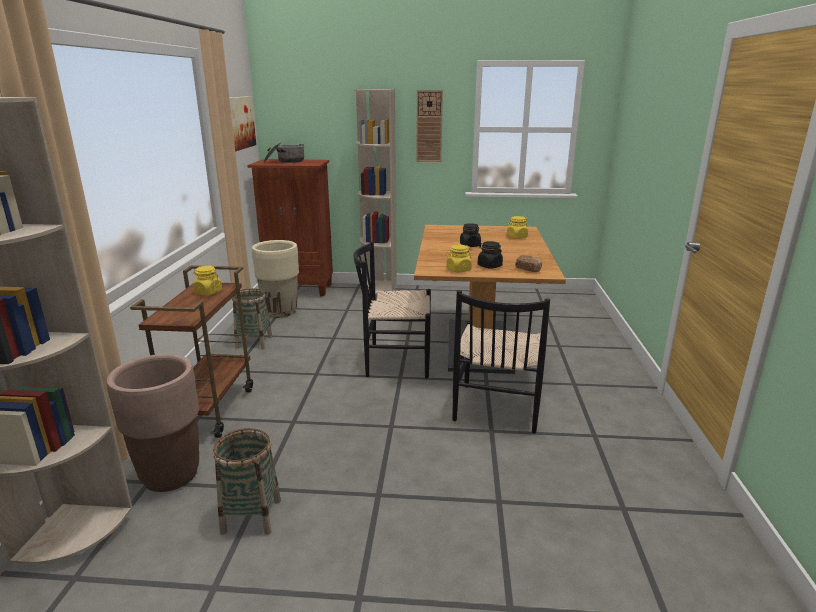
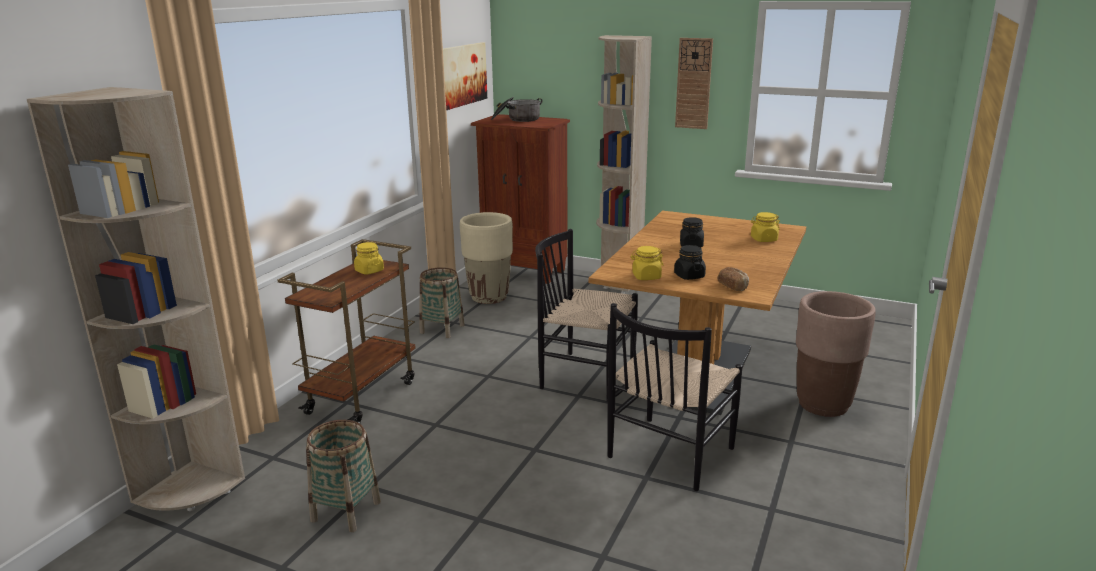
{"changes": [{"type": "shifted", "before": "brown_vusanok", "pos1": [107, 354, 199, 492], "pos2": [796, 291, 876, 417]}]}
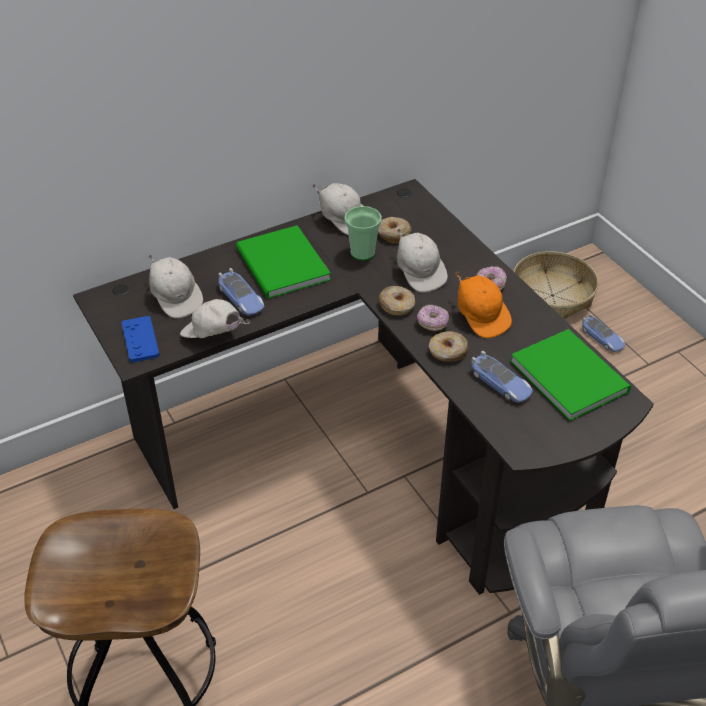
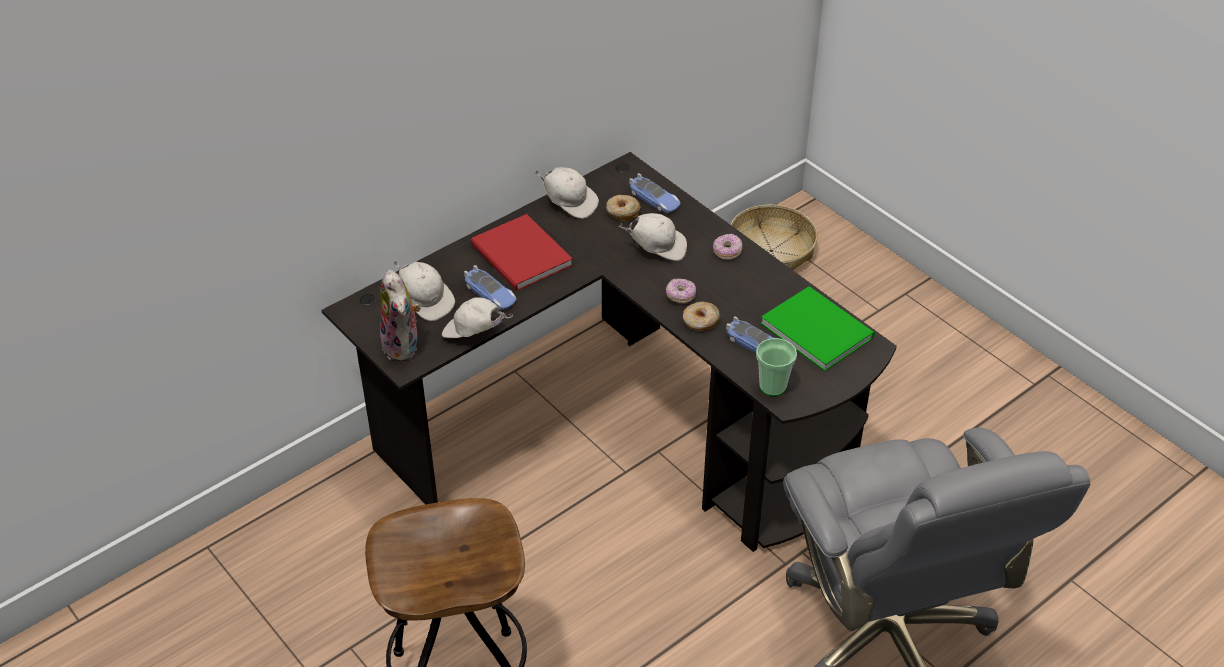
{"changes": [{"type": "shifted", "before": "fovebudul", "pos1": [344, 206, 382, 260], "pos2": [756, 338, 797, 396]}, {"type": "repainted", "before": "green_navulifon", "after": "red_navulifon", "pos1": [236, 225, 331, 299], "pos2": [471, 214, 573, 291]}, {"type": "rotated", "before": "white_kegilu", "pos1": [397, 229, 448, 293], "pos2": [619, 213, 687, 261], "turn": -45}, {"type": "gone", "before": "orange_kegilu", "pos1": [455, 271, 512, 338]}, {"type": "gone", "before": "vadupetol", "pos1": [379, 286, 415, 315]}, {"type": "shifted", "before": "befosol", "pos1": [582, 314, 625, 352], "pos2": [629, 173, 681, 213]}, {"type": "swapped", "before": "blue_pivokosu", "after": "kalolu", "pos1": [122, 316, 160, 363], "pos2": [380, 270, 421, 361]}]}
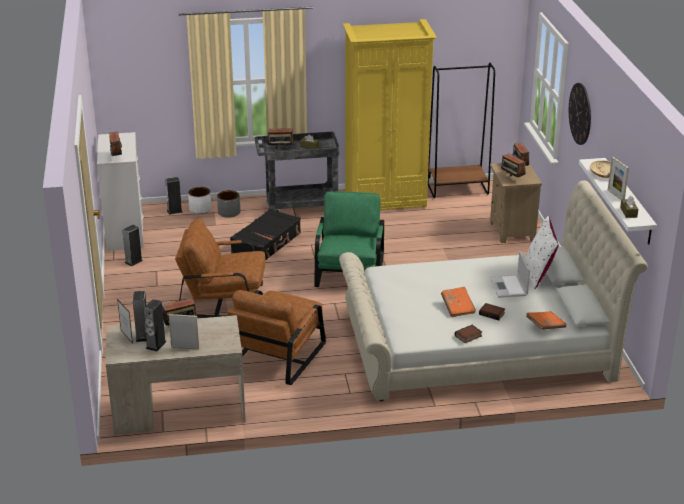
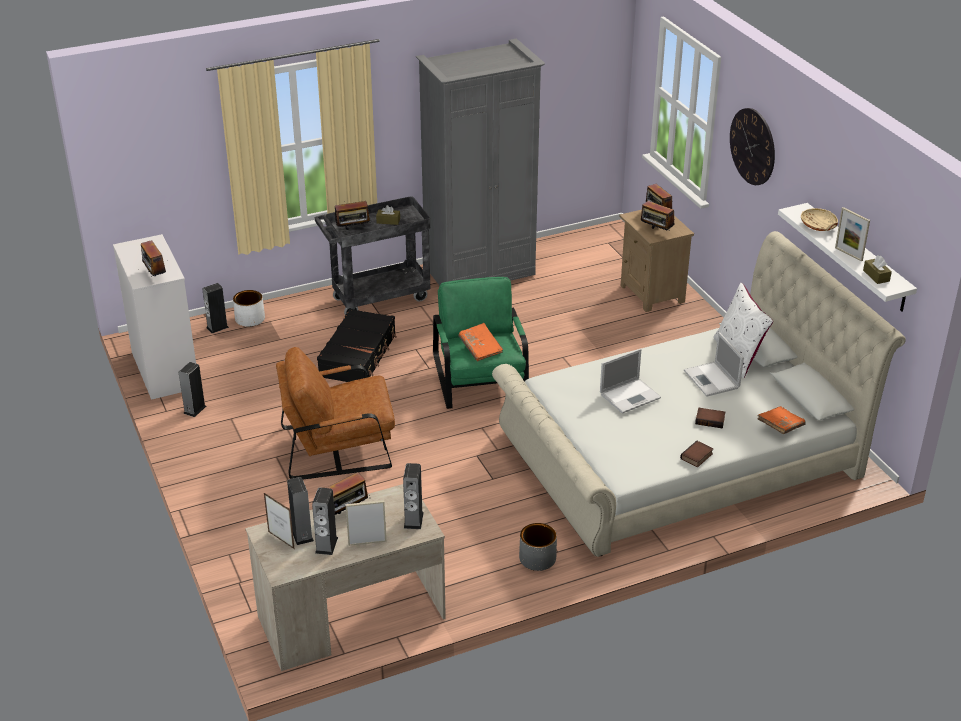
{"changes": [{"type": "repainted", "before": "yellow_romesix", "after": "grey_romesix", "pos1": [343, 19, 437, 210], "pos2": [416, 39, 545, 286]}, {"type": "gone", "before": "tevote", "pos1": [428, 63, 495, 198]}, {"type": "shifted", "before": "grey_vusanok", "pos1": [217, 190, 240, 218], "pos2": [519, 523, 557, 571]}, {"type": "shifted", "before": "orange_navulifon", "pos1": [441, 287, 476, 317], "pos2": [458, 323, 503, 361]}, {"type": "gone", "before": "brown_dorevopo", "pos1": [228, 290, 326, 385]}, {"type": "new", "after": "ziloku", "pos2": [600, 349, 661, 414]}, {"type": "new", "after": "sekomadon", "pos2": [403, 463, 424, 529]}]}
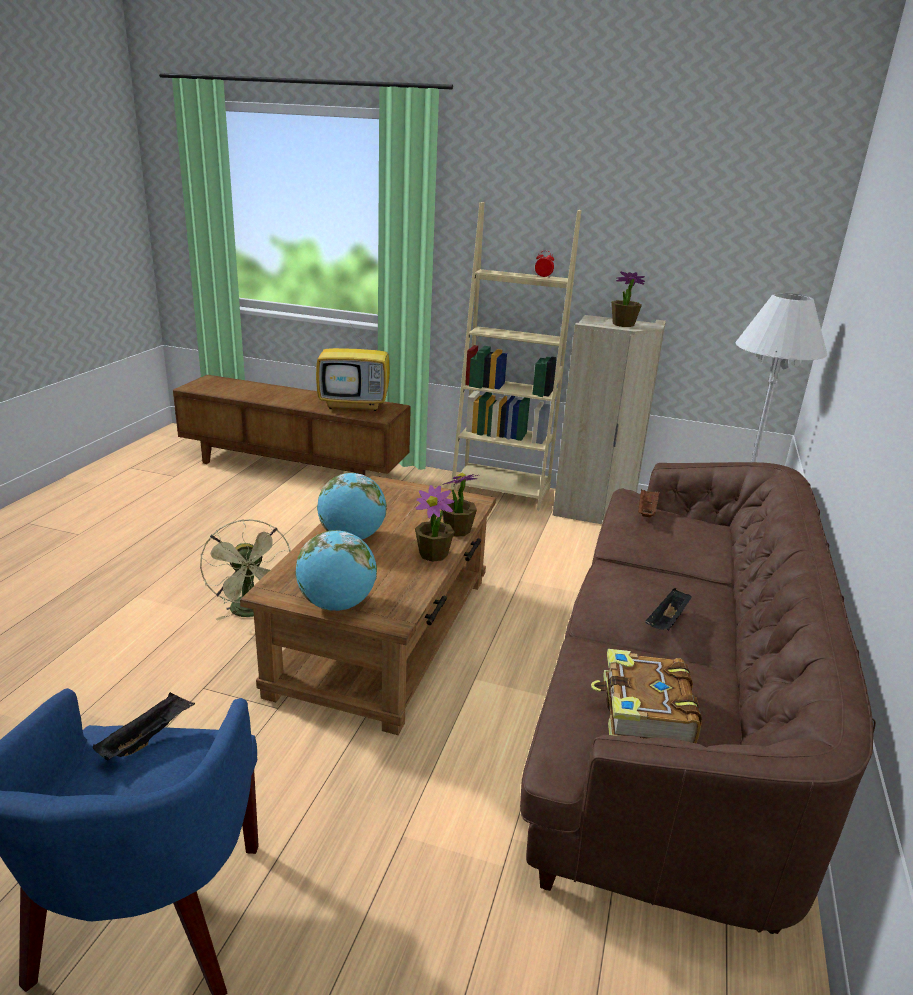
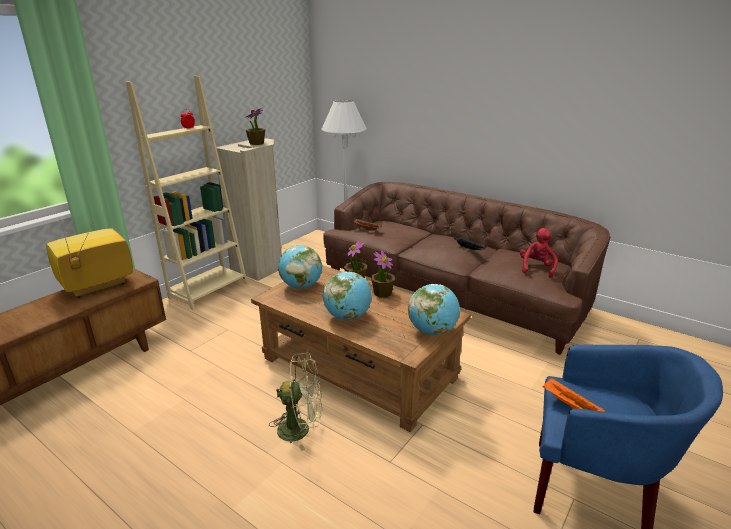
{"changes": [{"type": "rotated", "before": "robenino", "pos1": [316, 319, 390, 411], "pos2": [46, 217, 133, 298], "turn": -150}, {"type": "swapped", "before": "navulifon", "after": "red_kalolu", "pos1": [591, 649, 702, 744], "pos2": [520, 228, 558, 278]}, {"type": "repainted", "before": "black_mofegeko", "after": "orange_mofegeko", "pos1": [93, 692, 195, 761], "pos2": [542, 378, 605, 412]}, {"type": "new", "after": "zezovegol", "pos2": [278, 245, 322, 289]}]}
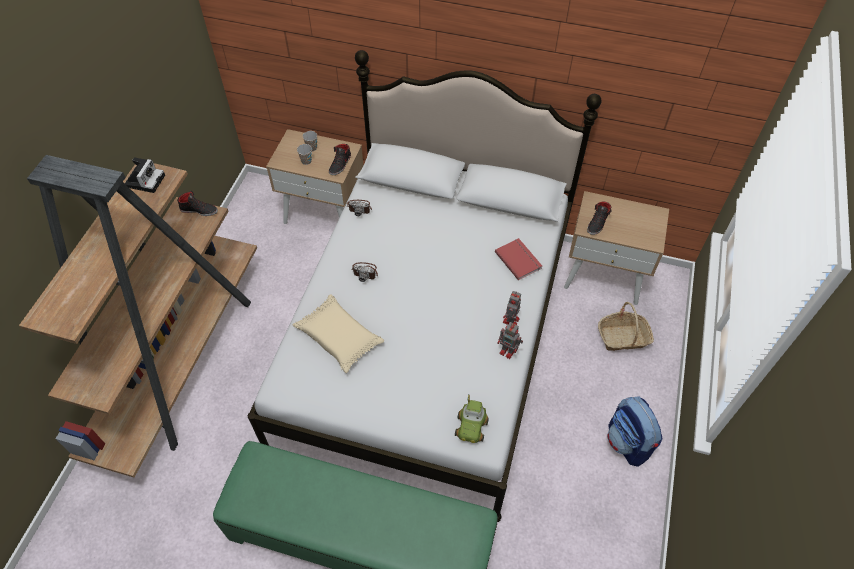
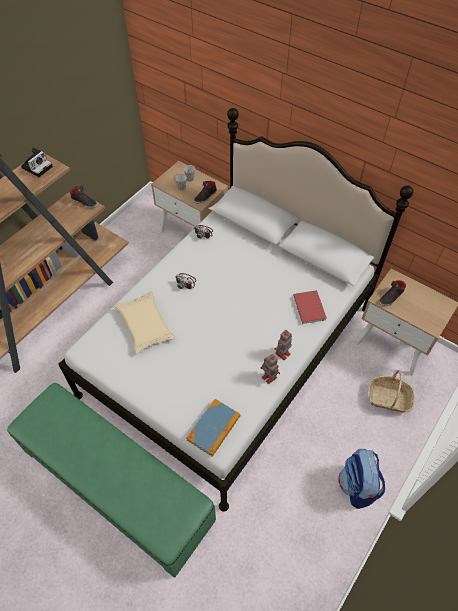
{"changes": [{"type": "swapped", "before": "befosol", "after": "navulifon", "pos1": [455, 394, 489, 443], "pos2": [187, 399, 241, 457]}]}
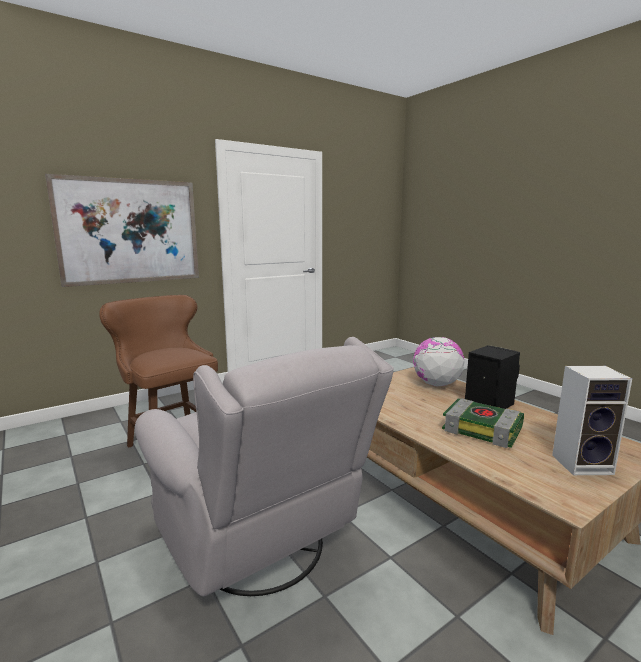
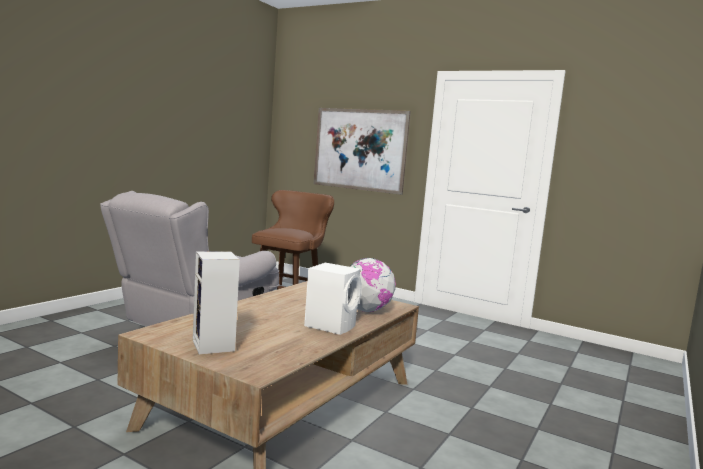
{"changes": [{"type": "repainted", "before": "black_sekomadon", "after": "white_sekomadon", "pos1": [465, 345, 520, 409], "pos2": [304, 263, 362, 335]}, {"type": "gone", "before": "navulifon", "pos1": [442, 398, 524, 448]}]}
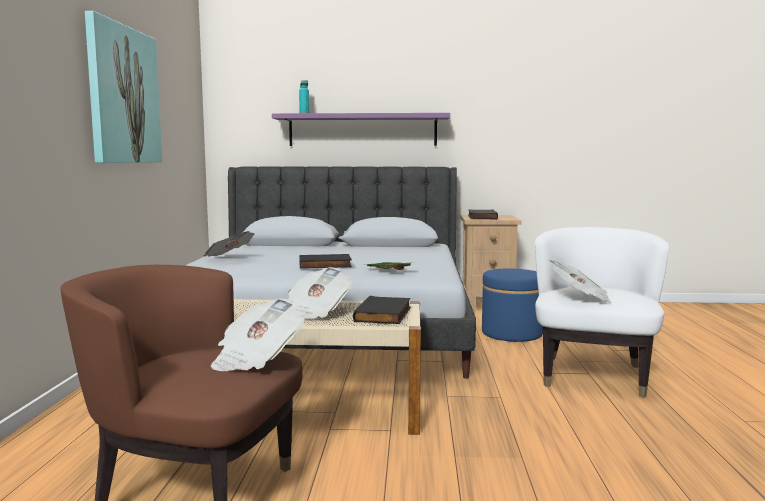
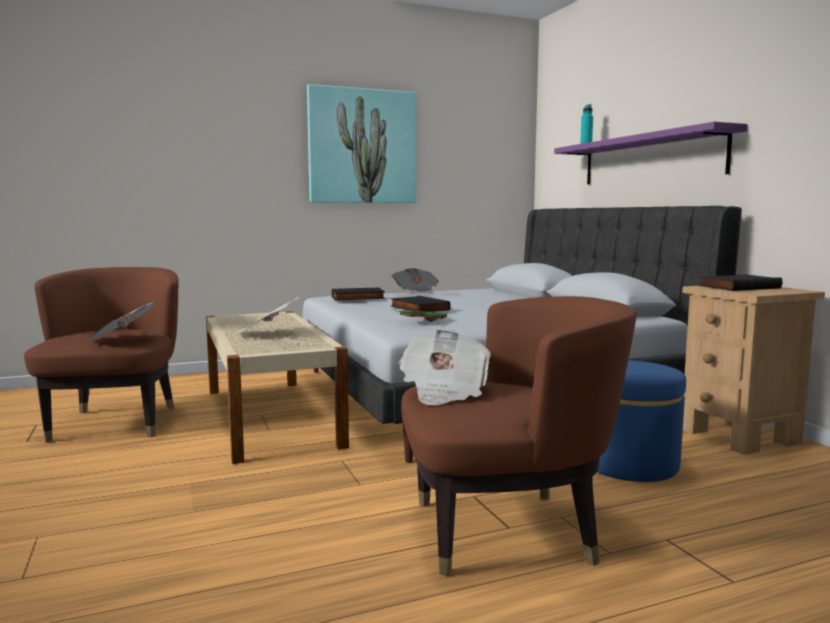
{"changes": [{"type": "repainted", "before": "white_dorevopo", "after": "brown_dorevopo", "pos1": [535, 227, 669, 398], "pos2": [401, 296, 637, 576]}, {"type": "shifted", "before": "black_navulifon", "pos1": [353, 296, 411, 324], "pos2": [332, 288, 385, 300]}]}
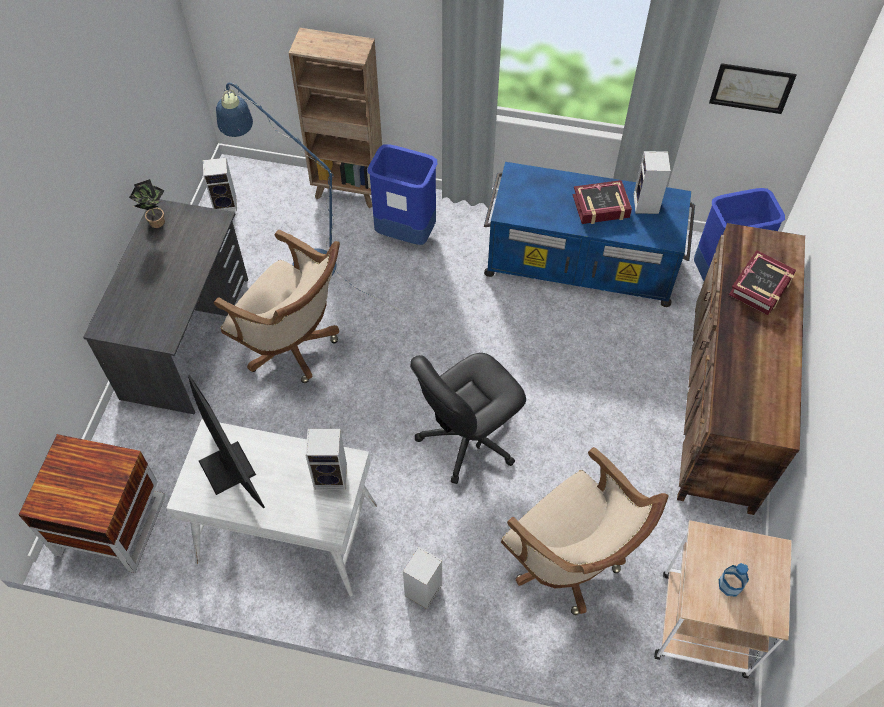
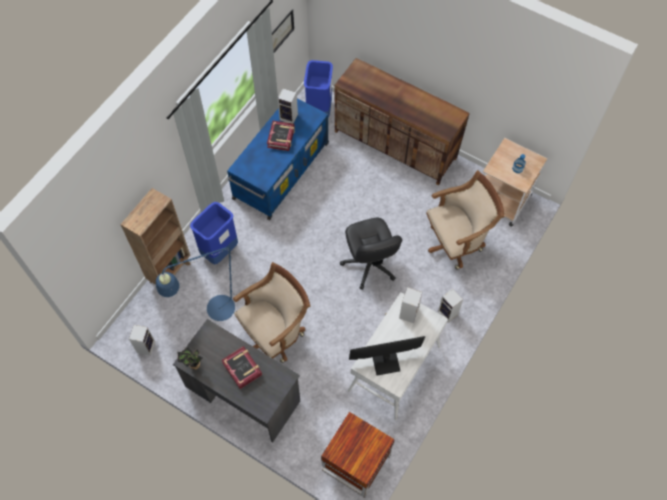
{"changes": [{"type": "shifted", "before": "navulifon", "pos1": [729, 250, 796, 315], "pos2": [222, 346, 262, 389]}]}
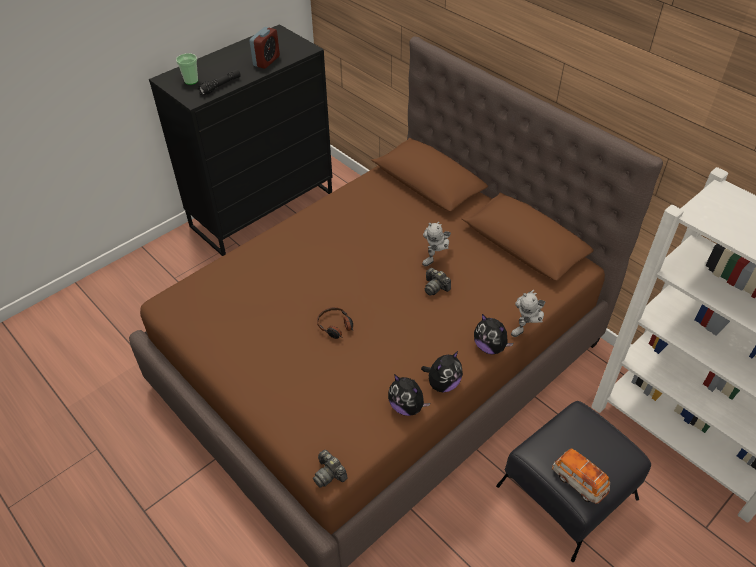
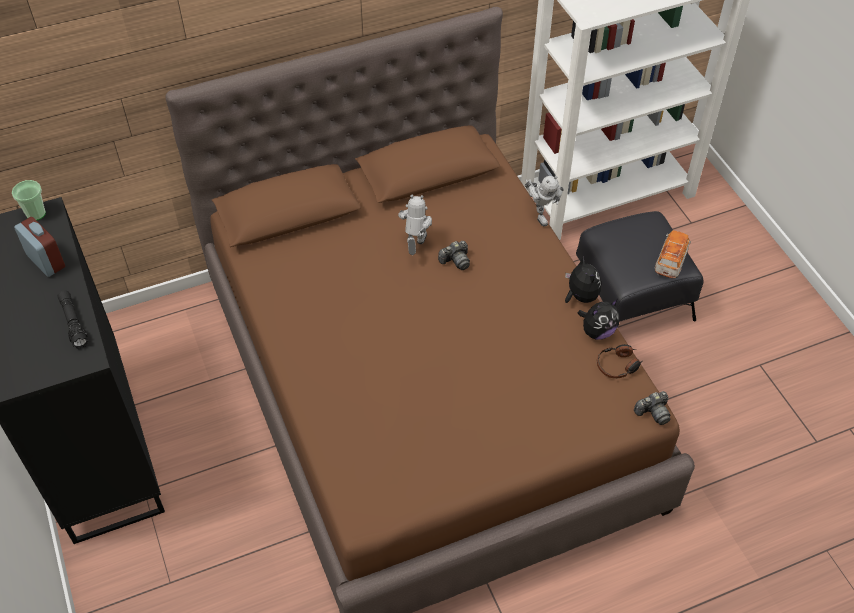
{"changes": [{"type": "shifted", "before": "fovebudul", "pos1": [176, 53, 198, 85], "pos2": [12, 180, 46, 220]}, {"type": "rotated", "before": "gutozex", "pos1": [422, 222, 451, 266], "pos2": [398, 194, 432, 255], "turn": -135}, {"type": "shifted", "before": "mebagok", "pos1": [317, 307, 353, 339], "pos2": [597, 344, 643, 379]}, {"type": "gone", "before": "kalolu", "pos1": [474, 314, 514, 354]}, {"type": "rotated", "before": "befosol", "pos1": [552, 449, 610, 504], "pos2": [655, 230, 691, 278], "turn": 135}]}
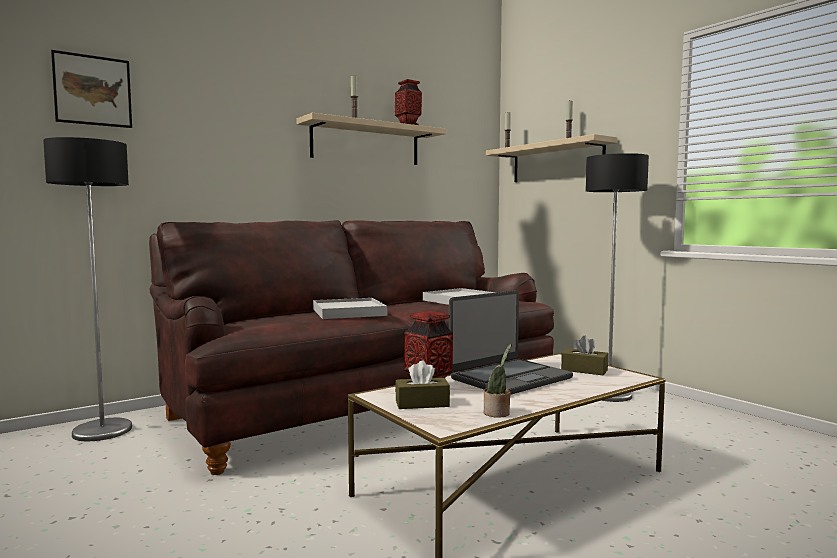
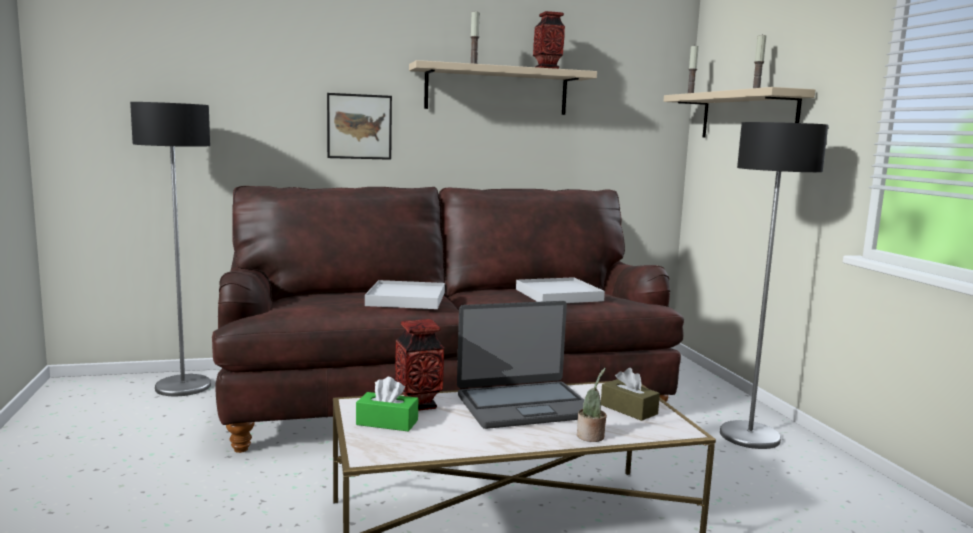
{"changes": [{"type": "shifted", "before": "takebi", "pos1": [51, 50, 132, 128], "pos2": [327, 93, 392, 160]}, {"type": "shifted", "before": "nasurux", "pos1": [483, 344, 512, 418], "pos2": [577, 368, 607, 442]}, {"type": "repainted", "before": "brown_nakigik", "after": "green_nakigik", "pos1": [395, 361, 450, 409], "pos2": [356, 377, 418, 432]}]}
